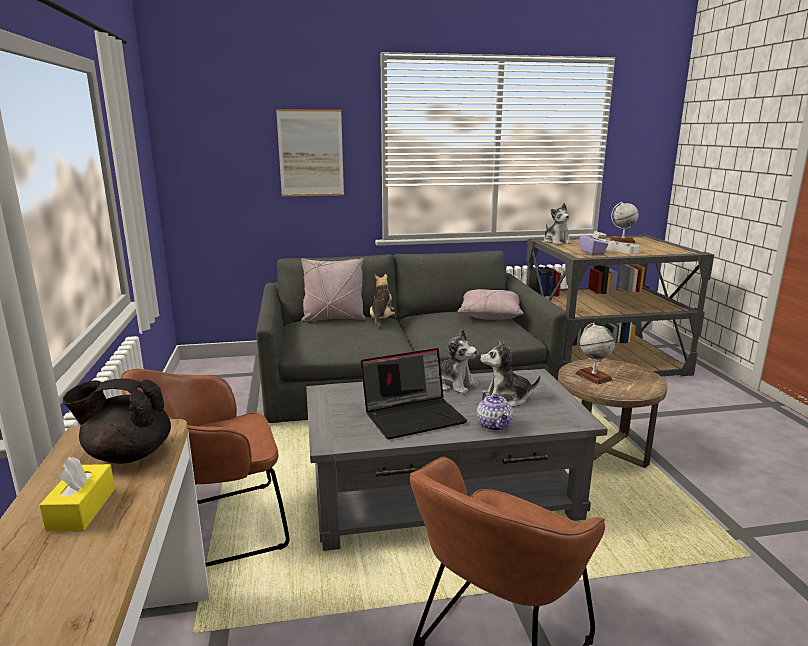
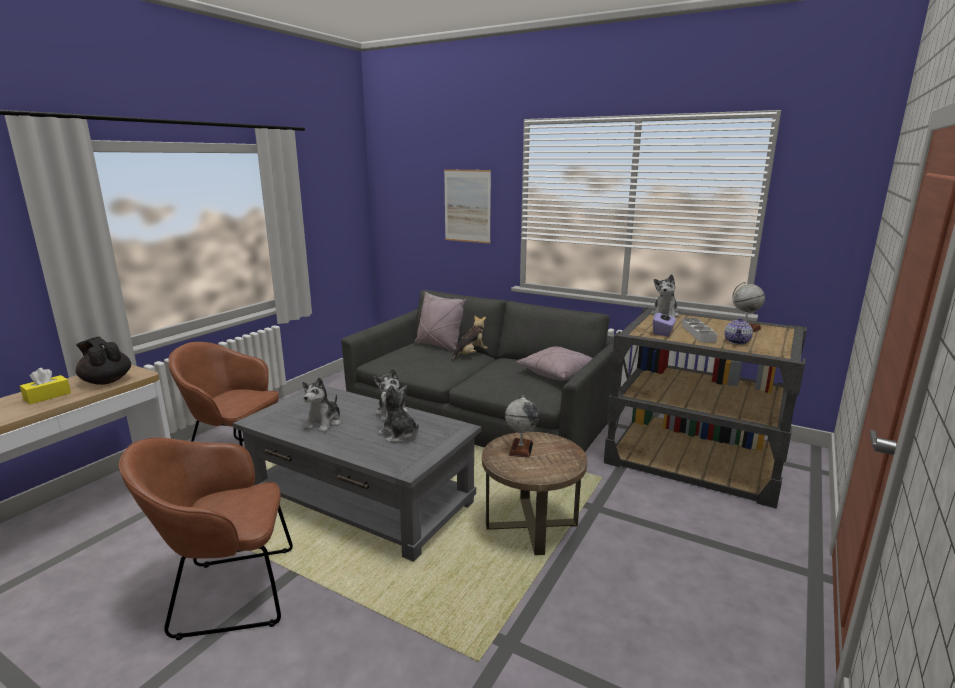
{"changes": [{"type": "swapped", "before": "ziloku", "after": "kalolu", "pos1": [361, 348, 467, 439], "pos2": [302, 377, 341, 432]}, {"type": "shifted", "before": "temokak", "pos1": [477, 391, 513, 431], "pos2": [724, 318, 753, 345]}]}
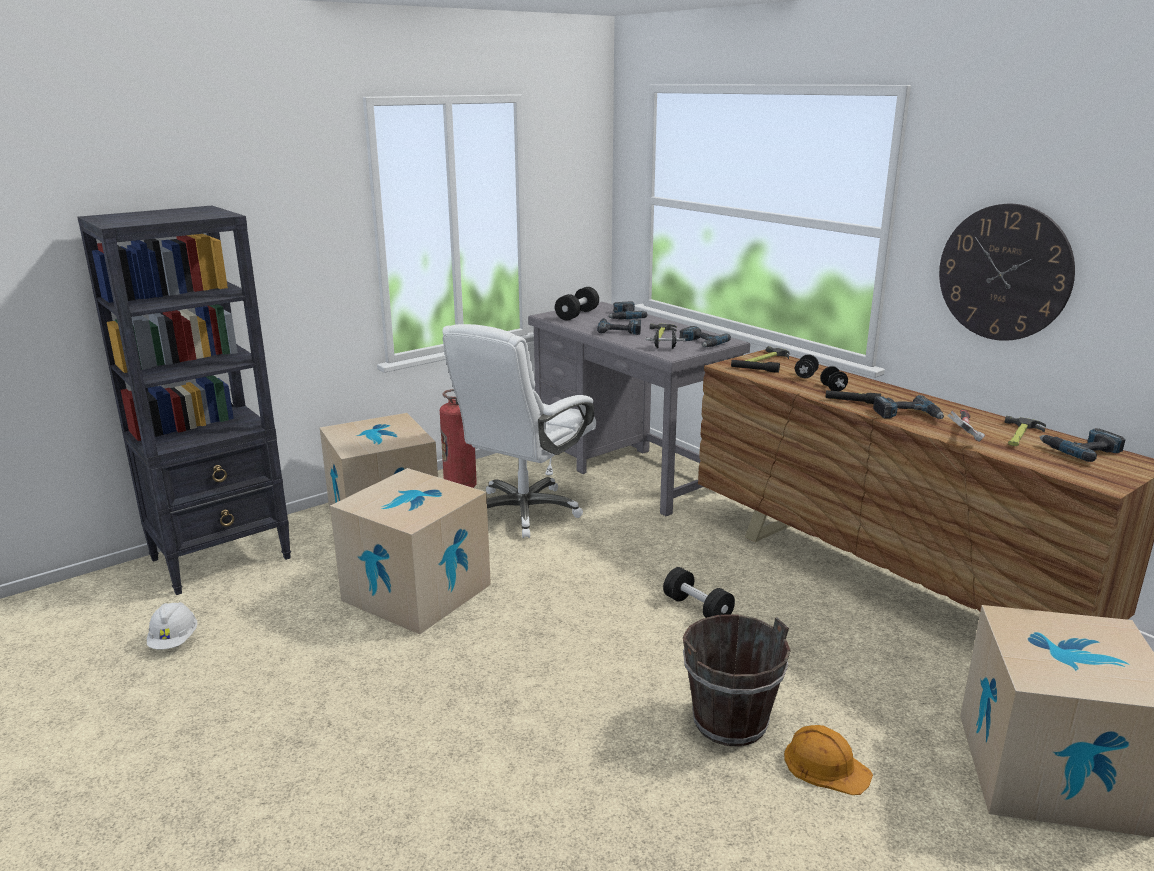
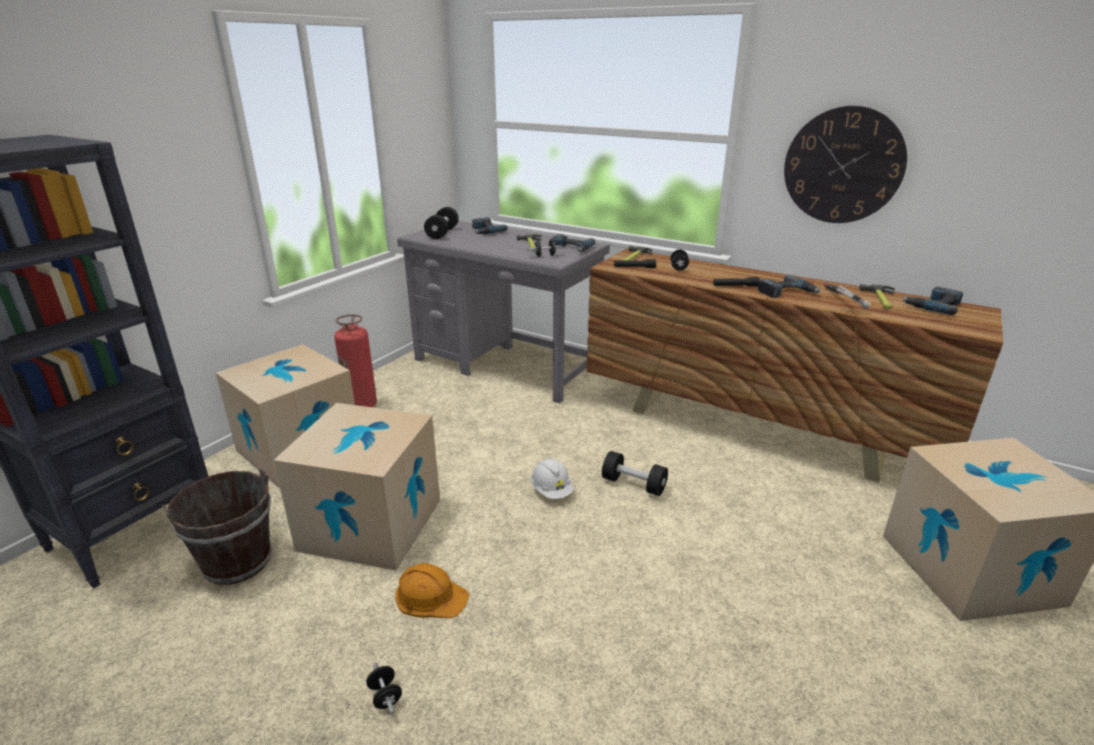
{"changes": [{"type": "gone", "before": "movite", "pos1": [597, 318, 641, 335]}, {"type": "gone", "before": "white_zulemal", "pos1": [443, 324, 596, 538]}, {"type": "shifted", "before": "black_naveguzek", "pos1": [820, 366, 848, 391], "pos2": [366, 663, 402, 714]}, {"type": "shifted", "before": "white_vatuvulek", "pos1": [147, 602, 197, 649], "pos2": [531, 458, 573, 499]}, {"type": "shifted", "before": "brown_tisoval", "pos1": [683, 615, 791, 746], "pos2": [162, 468, 271, 585]}, {"type": "shifted", "before": "orange_vatuvulek", "pos1": [784, 725, 873, 795], "pos2": [395, 563, 469, 618]}]}
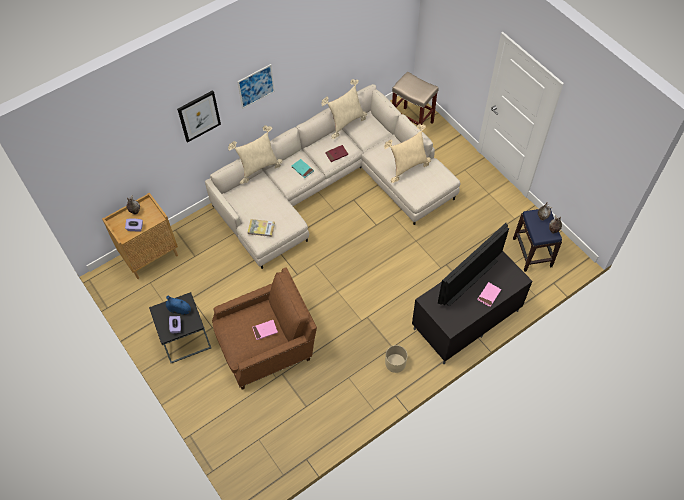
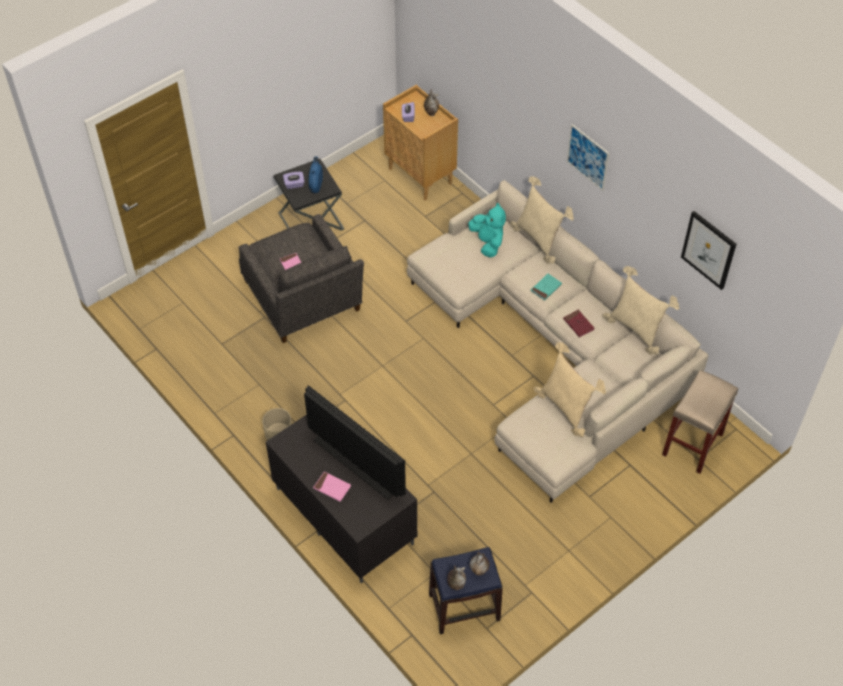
{"changes": [{"type": "shifted", "before": "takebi", "pos1": [177, 90, 221, 143], "pos2": [681, 211, 736, 290]}, {"type": "gone", "before": "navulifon", "pos1": [247, 219, 275, 237]}, {"type": "repainted", "before": "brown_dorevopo", "after": "grey_dorevopo", "pos1": [212, 267, 317, 390], "pos2": [238, 214, 364, 343]}, {"type": "new", "after": "turquoise_kalolu", "pos2": [468, 202, 506, 258]}]}
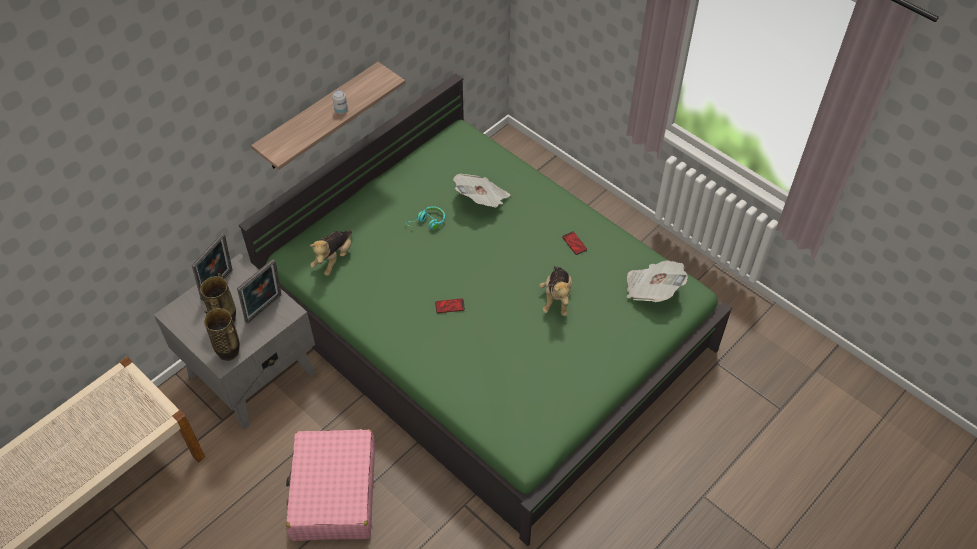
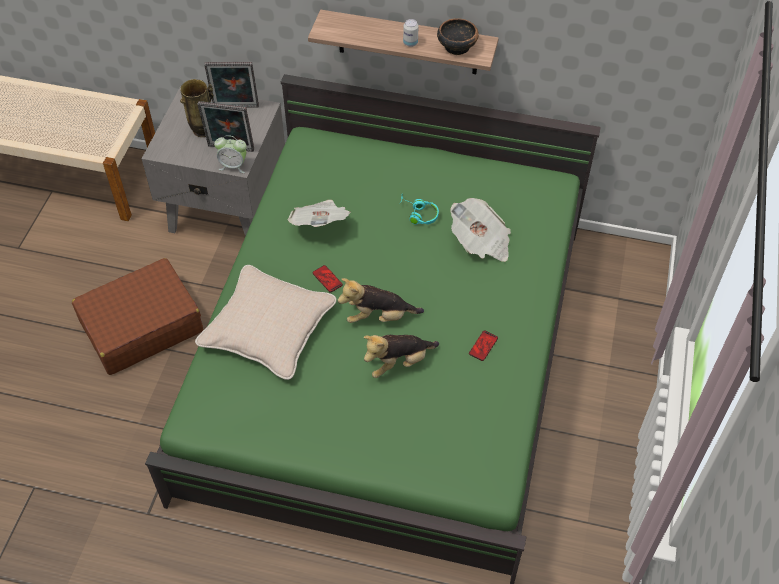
{"changes": [{"type": "shifted", "before": "kalolu", "pos1": [310, 230, 352, 276], "pos2": [338, 278, 424, 323]}, {"type": "shifted", "before": "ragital", "pos1": [627, 260, 688, 302], "pos2": [287, 200, 351, 227]}, {"type": "gone", "before": "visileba", "pos1": [204, 308, 240, 361]}, {"type": "repainted", "before": "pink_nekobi", "after": "brown_nekobi", "pos1": [286, 429, 375, 541], "pos2": [72, 258, 203, 375]}, {"type": "new", "after": "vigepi", "pos2": [437, 18, 479, 55]}, {"type": "new", "after": "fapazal", "pos2": [214, 135, 247, 173]}, {"type": "new", "after": "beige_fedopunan", "pos2": [195, 265, 336, 380]}]}
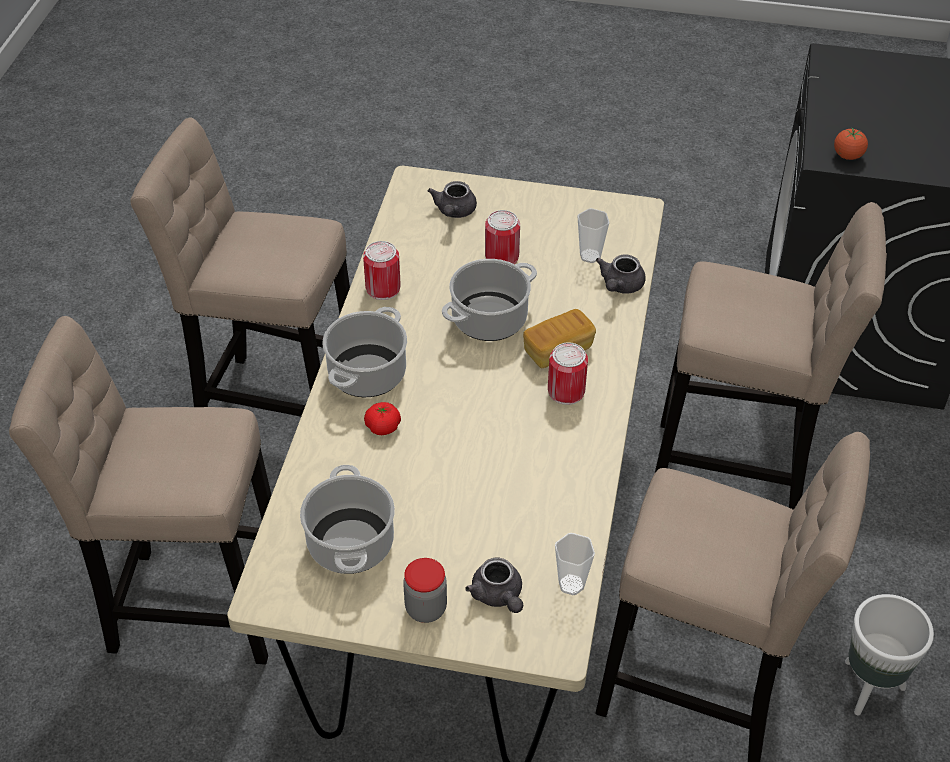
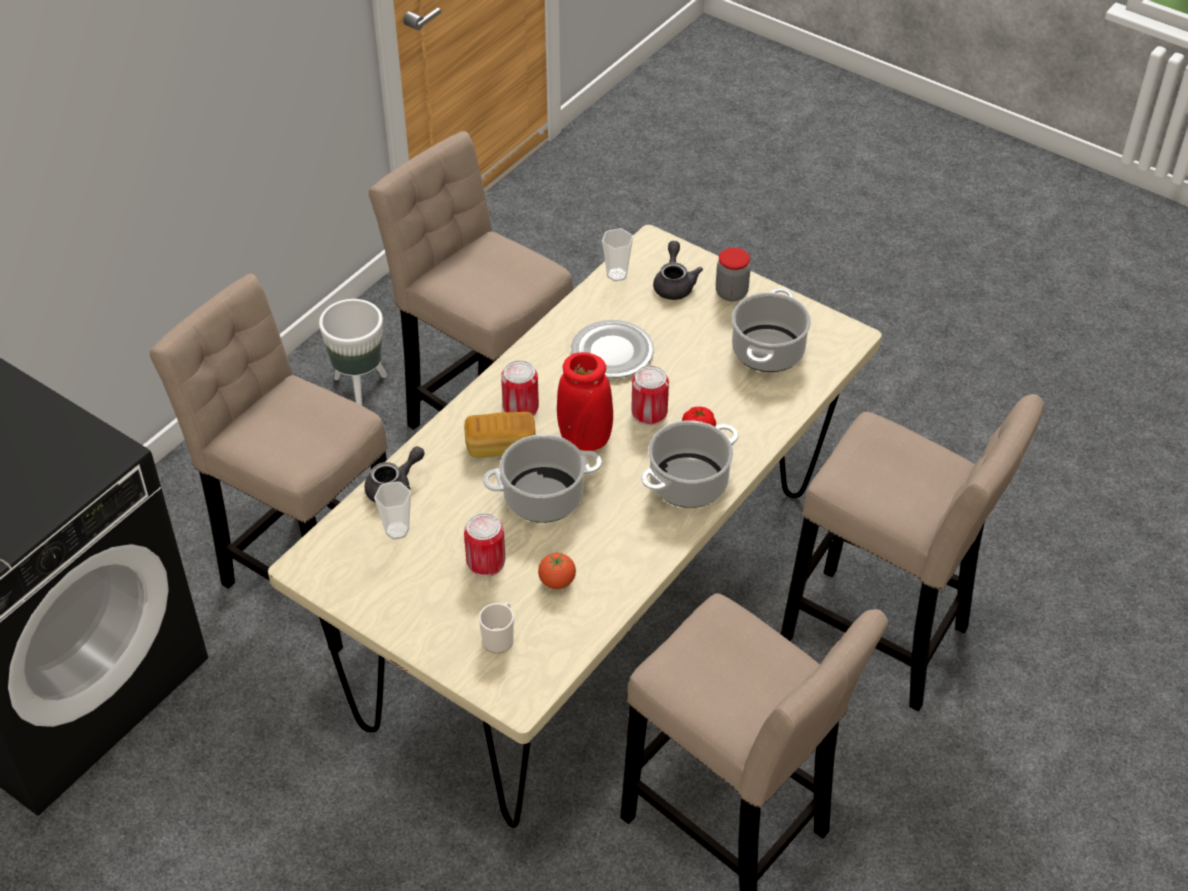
{"changes": [{"type": "shifted", "before": "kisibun", "pos1": [834, 128, 868, 160], "pos2": [538, 553, 576, 589]}, {"type": "swapped", "before": "grey_temokak", "after": "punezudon", "pos1": [428, 181, 477, 218], "pos2": [479, 602, 514, 653]}, {"type": "shifted", "before": "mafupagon", "pos1": [363, 241, 401, 300], "pos2": [631, 365, 669, 426]}, {"type": "new", "after": "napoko", "pos2": [571, 320, 654, 378]}, {"type": "new", "after": "red_visileba", "pos2": [557, 352, 613, 451]}]}
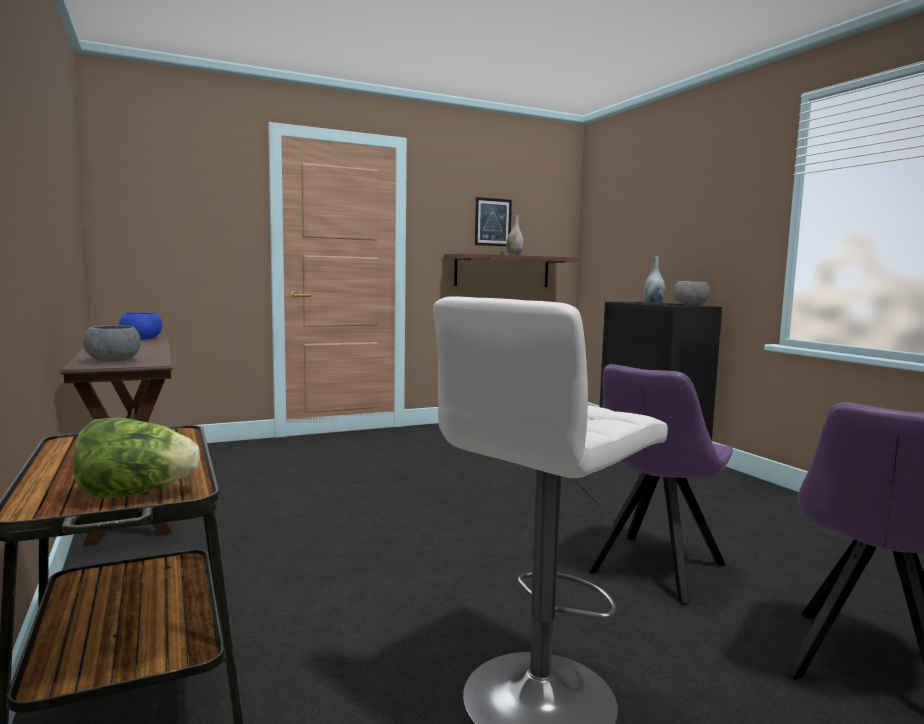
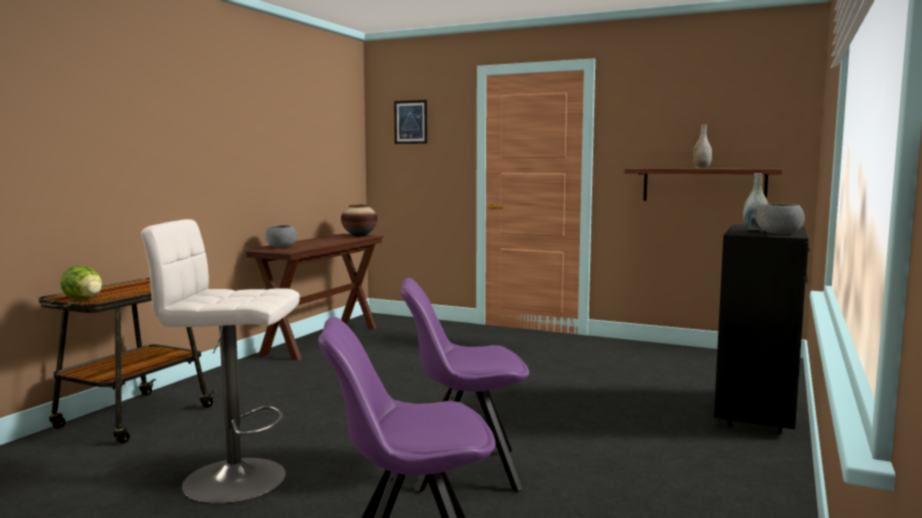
{"changes": [{"type": "shifted", "before": "takebi", "pos1": [475, 197, 512, 246], "pos2": [394, 100, 427, 144]}, {"type": "swapped", "before": "blue_vigepi", "after": "visileba", "pos1": [119, 313, 162, 340], "pos2": [341, 205, 378, 237]}]}
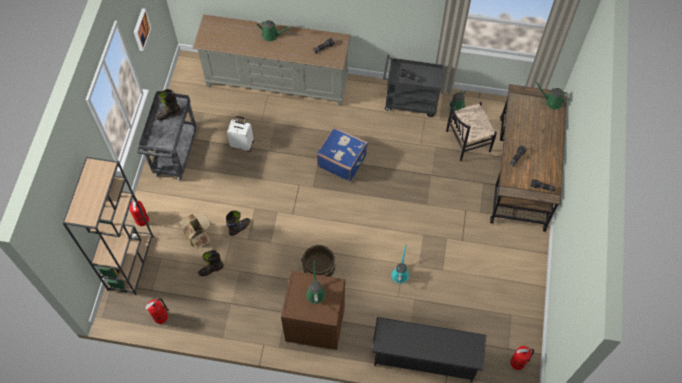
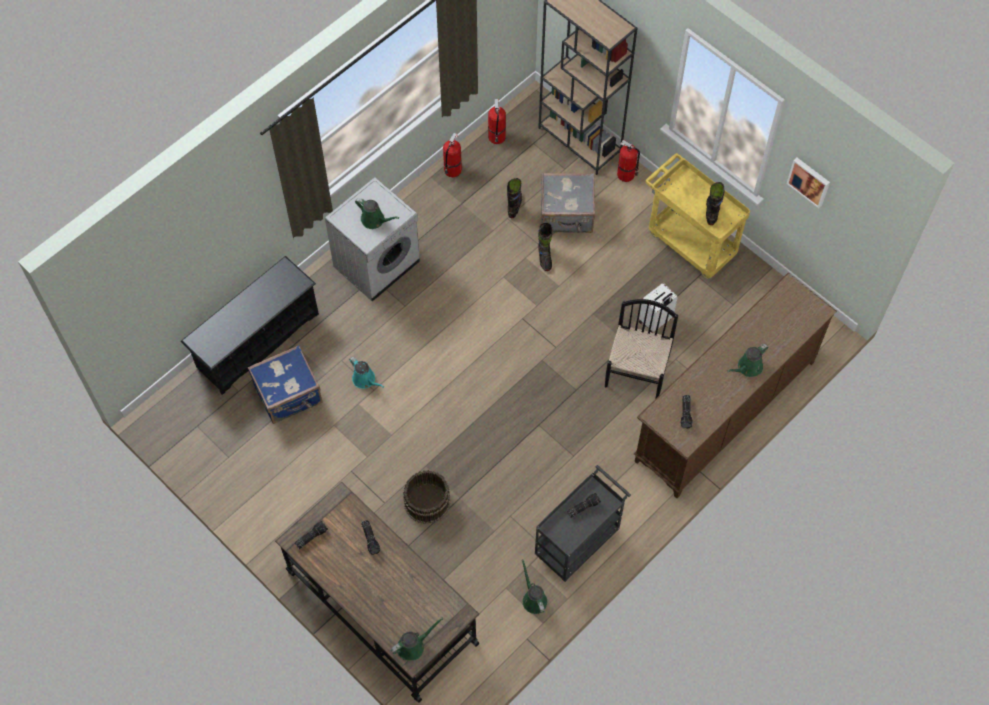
{"changes": [{"type": "repainted", "before": "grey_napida", "after": "brown_napida", "pos1": [192, 14, 351, 106], "pos2": [634, 273, 837, 498]}, {"type": "repainted", "before": "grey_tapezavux", "after": "yellow_tapezavux", "pos1": [137, 91, 197, 181], "pos2": [645, 153, 750, 280]}, {"type": "shifted", "before": "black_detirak", "pos1": [446, 95, 497, 161], "pos2": [605, 299, 678, 399]}, {"type": "shifted", "before": "blue_nekobi", "pos1": [316, 127, 368, 182], "pos2": [248, 345, 323, 424]}, {"type": "swapped", "before": "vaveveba", "after": "grey_nekobi", "pos1": [179, 212, 211, 250], "pos2": [541, 173, 595, 233]}, {"type": "shifted", "before": "brown_tisoval", "pos1": [301, 245, 336, 277], "pos2": [403, 470, 450, 524]}, {"type": "repainted", "before": "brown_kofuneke", "after": "white_kofuneke", "pos1": [281, 271, 345, 350], "pos2": [325, 177, 420, 301]}, {"type": "shifted", "before": "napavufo", "pos1": [510, 346, 534, 370], "pos2": [443, 133, 462, 177]}]}
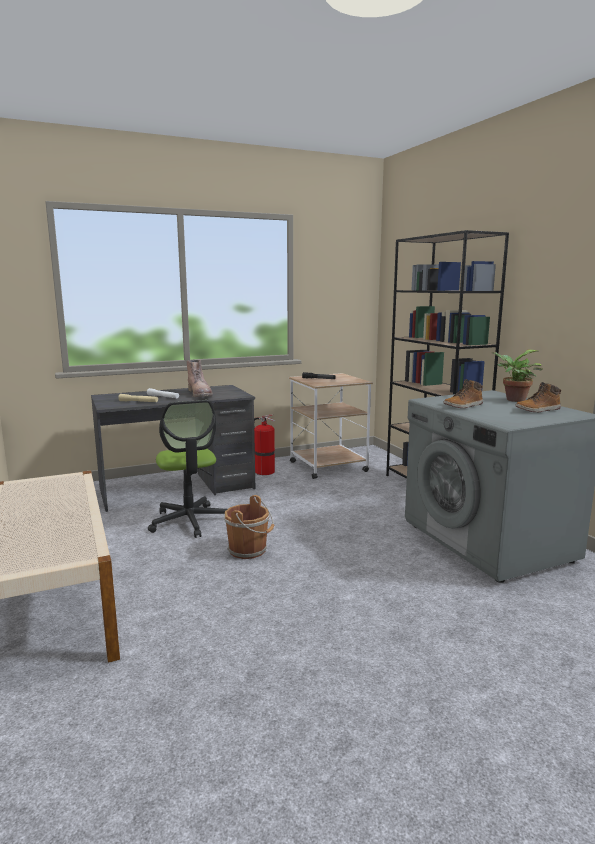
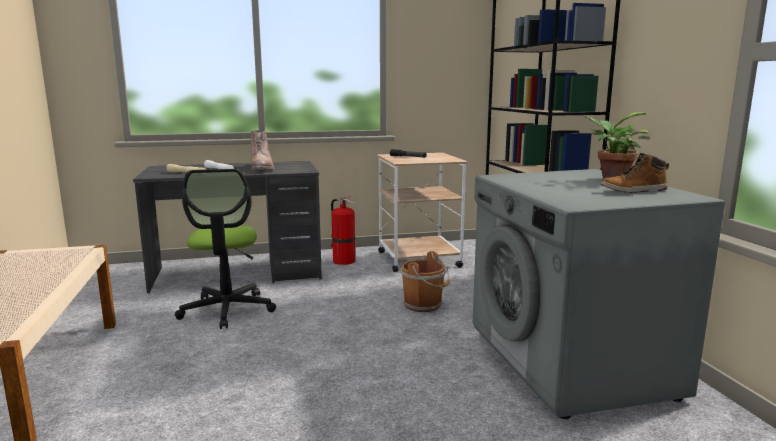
{"changes": [{"type": "gone", "before": "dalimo", "pos1": [444, 379, 483, 408]}, {"type": "shifted", "before": "brown_tisoval", "pos1": [224, 495, 274, 559], "pos2": [401, 251, 450, 312]}]}
